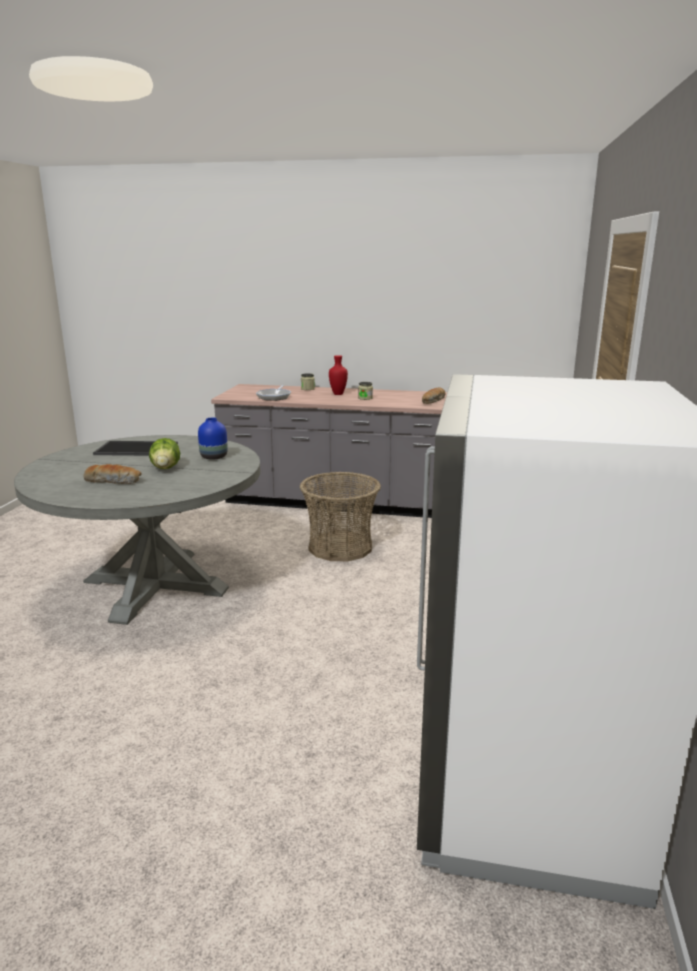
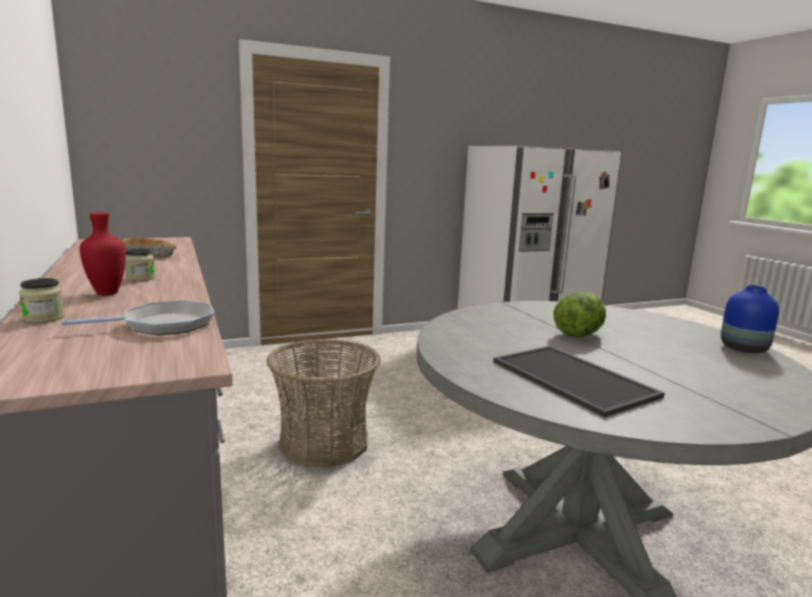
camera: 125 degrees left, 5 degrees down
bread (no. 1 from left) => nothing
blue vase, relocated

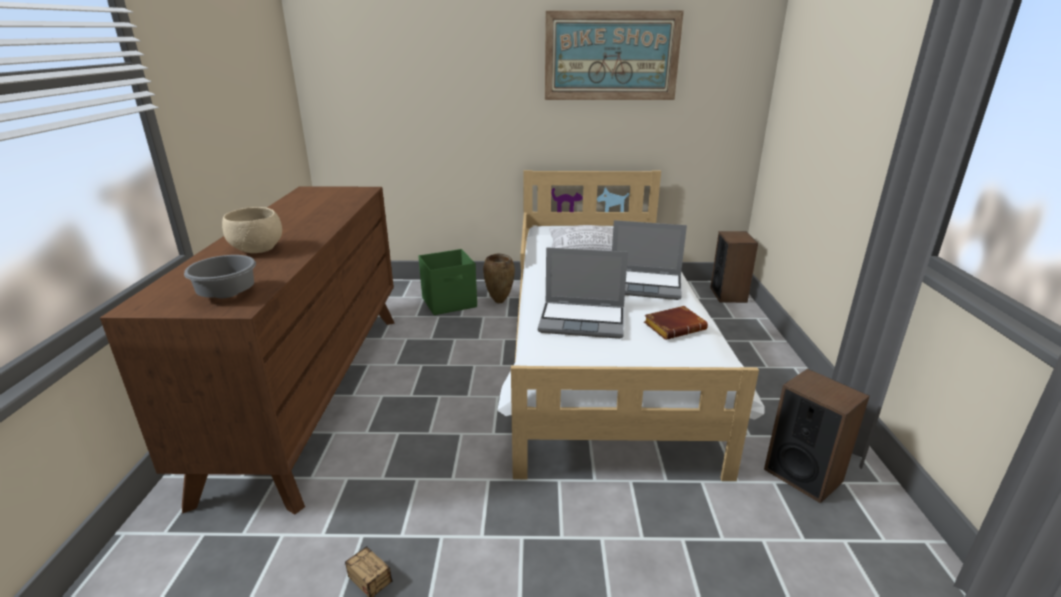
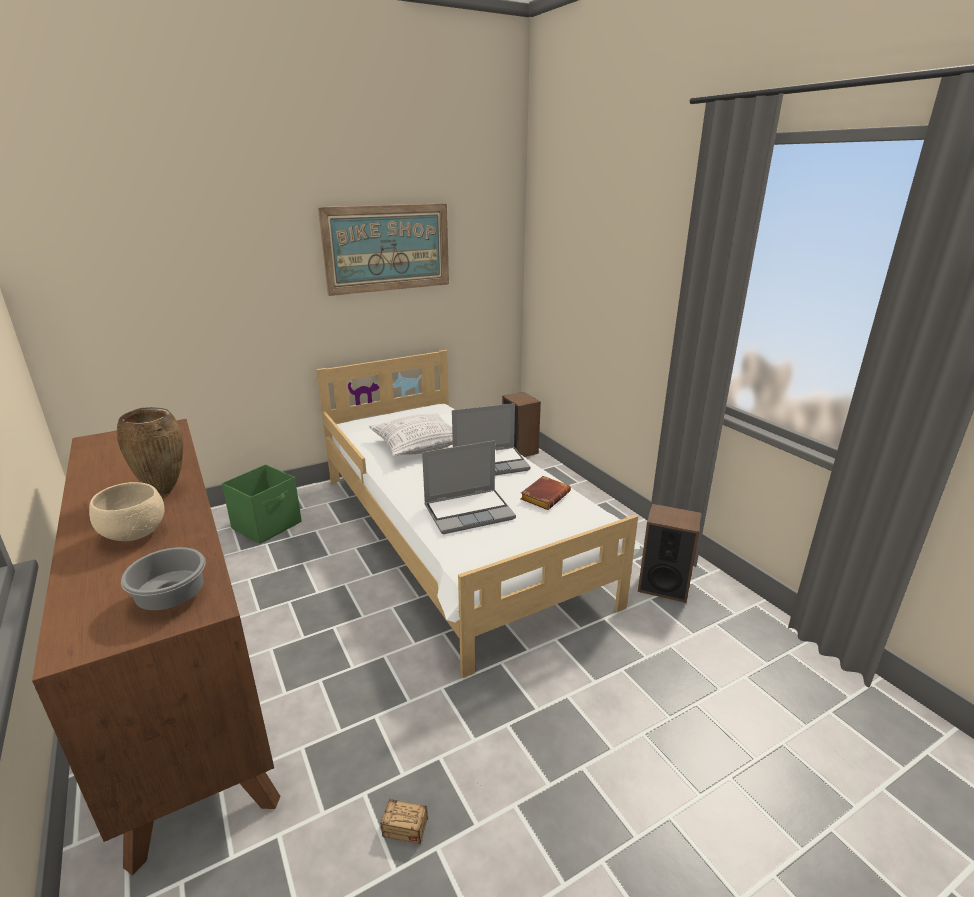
camera: 30 degrees left, 0 degrees up
brown vase, relocated

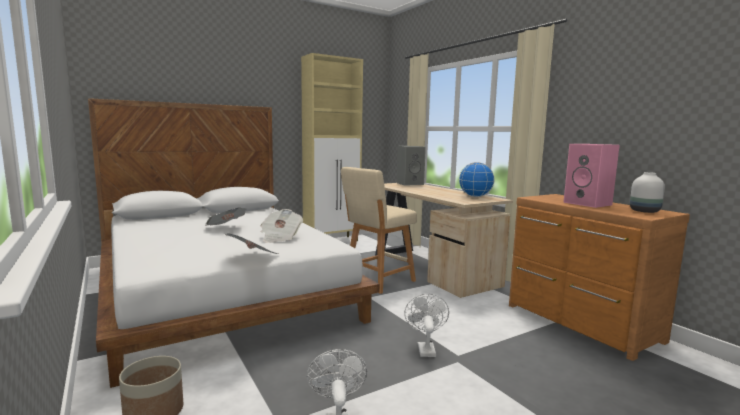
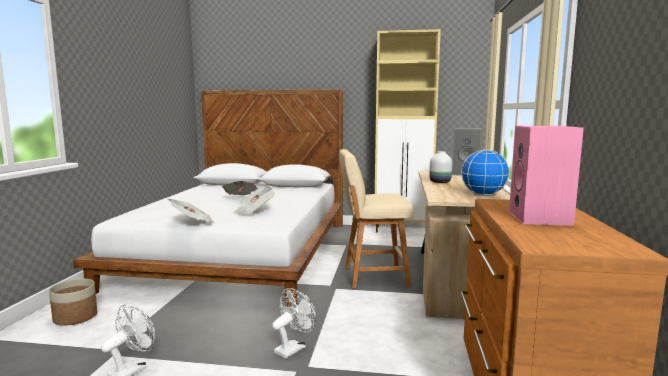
camera: 40 degrees right, 0 degrees up
whitish vase, relocated

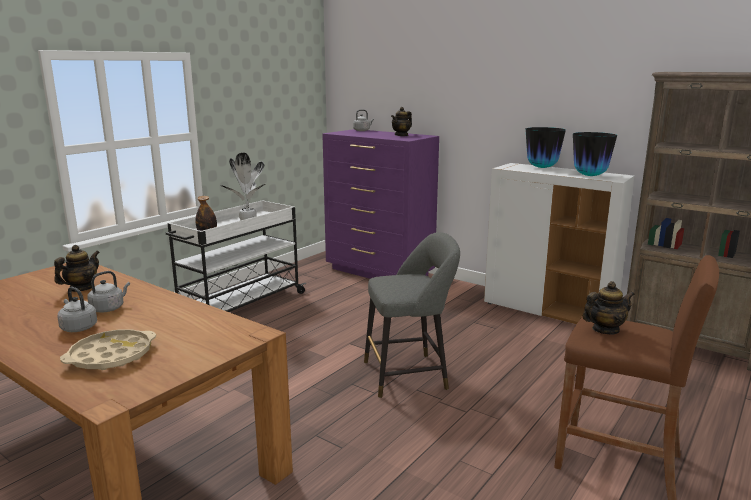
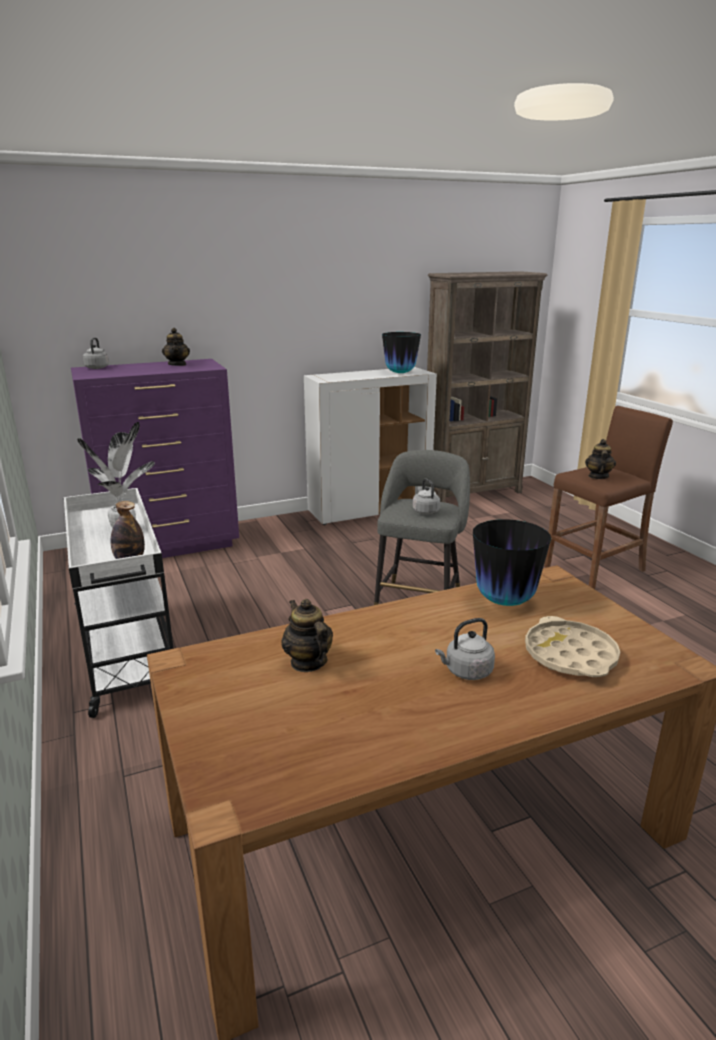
camera: 60 degrees left, 5 degrees up
grey kettle (no. 2 from left), relocated
vase (no. 1 from left in the first image) => vase (no. 2 from left), relocated

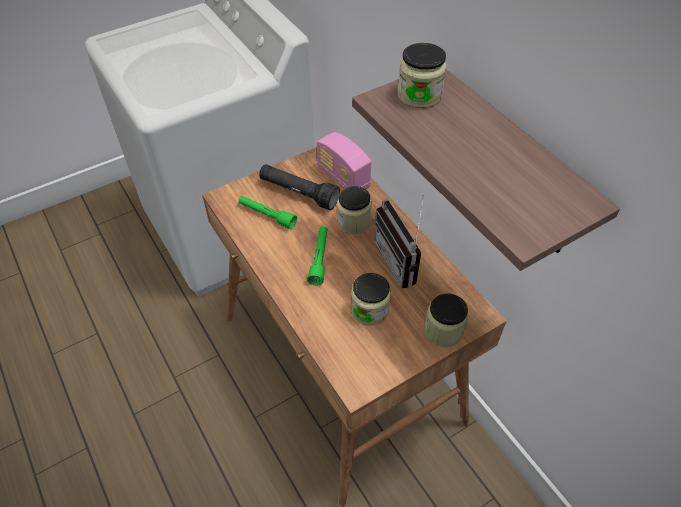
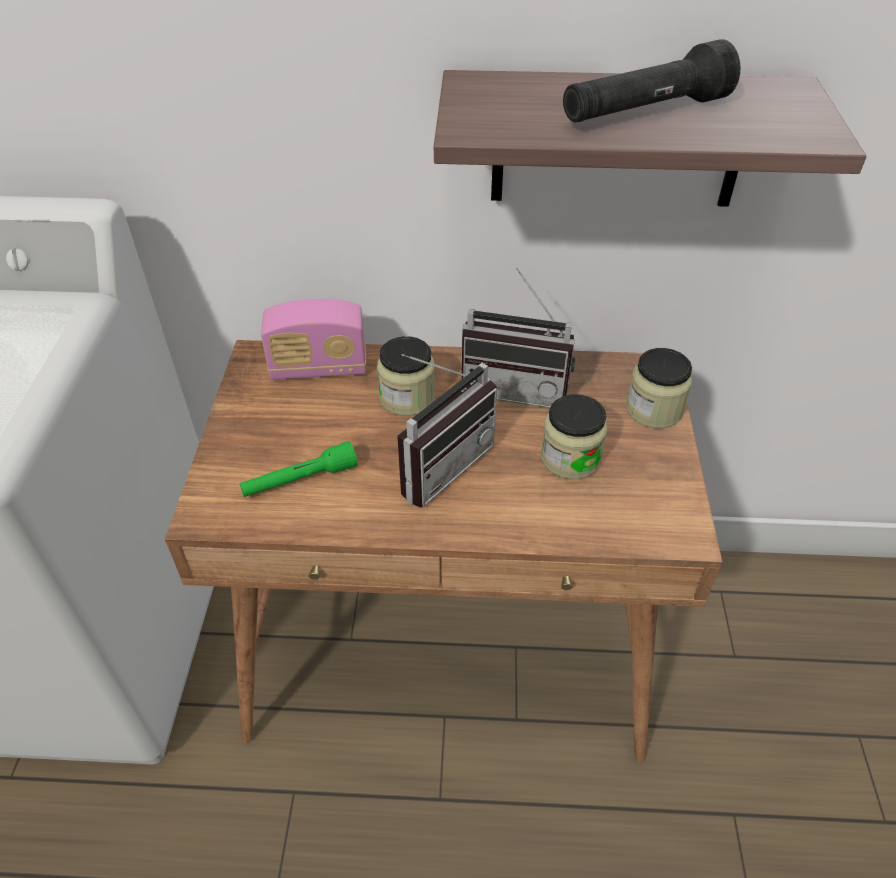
camera: 55 degrees left, 5 degrees down
storage jar (no. 3 from left) => nothing
black-coloured flashlight, relocated
greenish flashlight (no. 2 from left) => radio receiver (no. 2 from left)

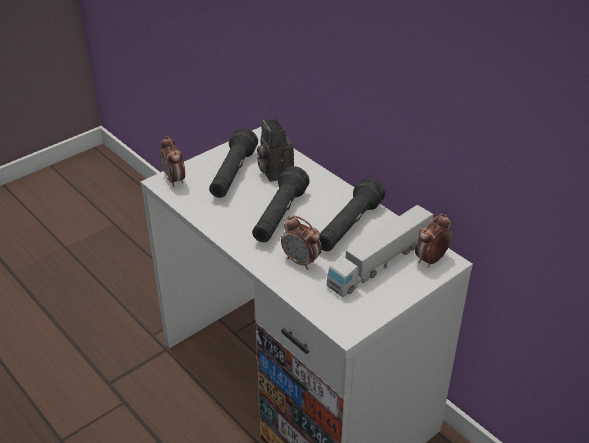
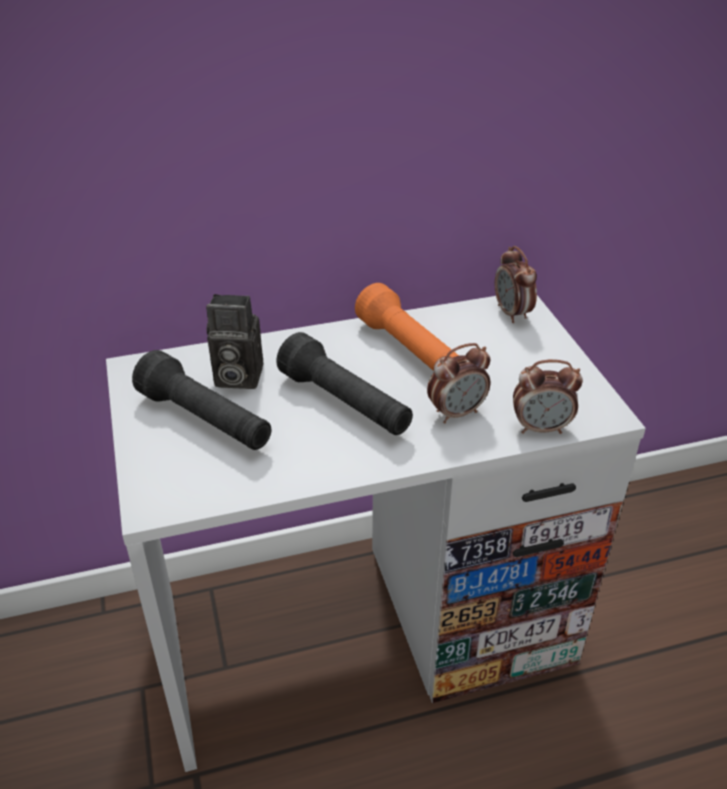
camera: 65 degrees left, 0 degrees up
toy truck => nothing
table clock (no. 1 from left in the first image) => table clock (no. 3 from left), relocated
black-coloured flashlight (no. 3 from left) => orangey flashlight

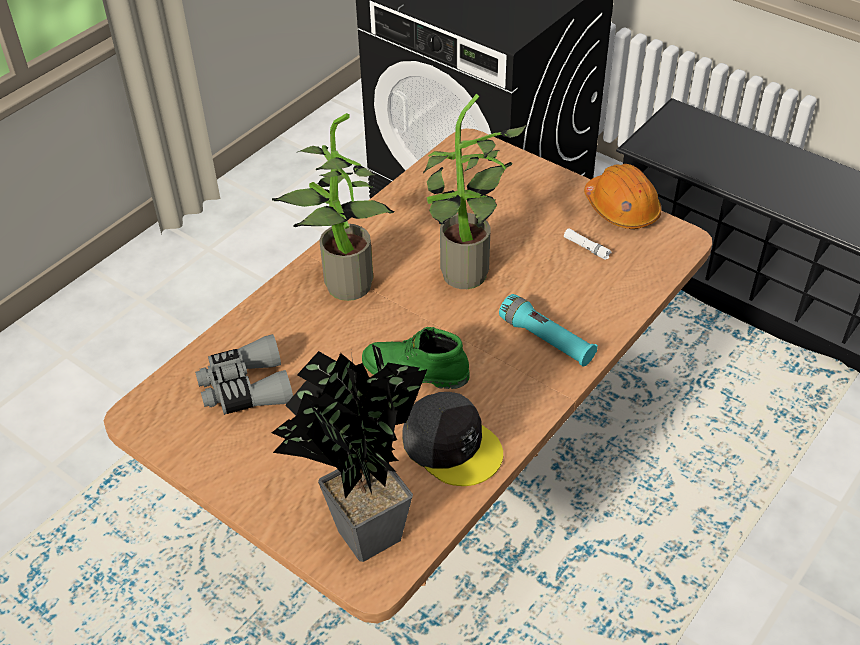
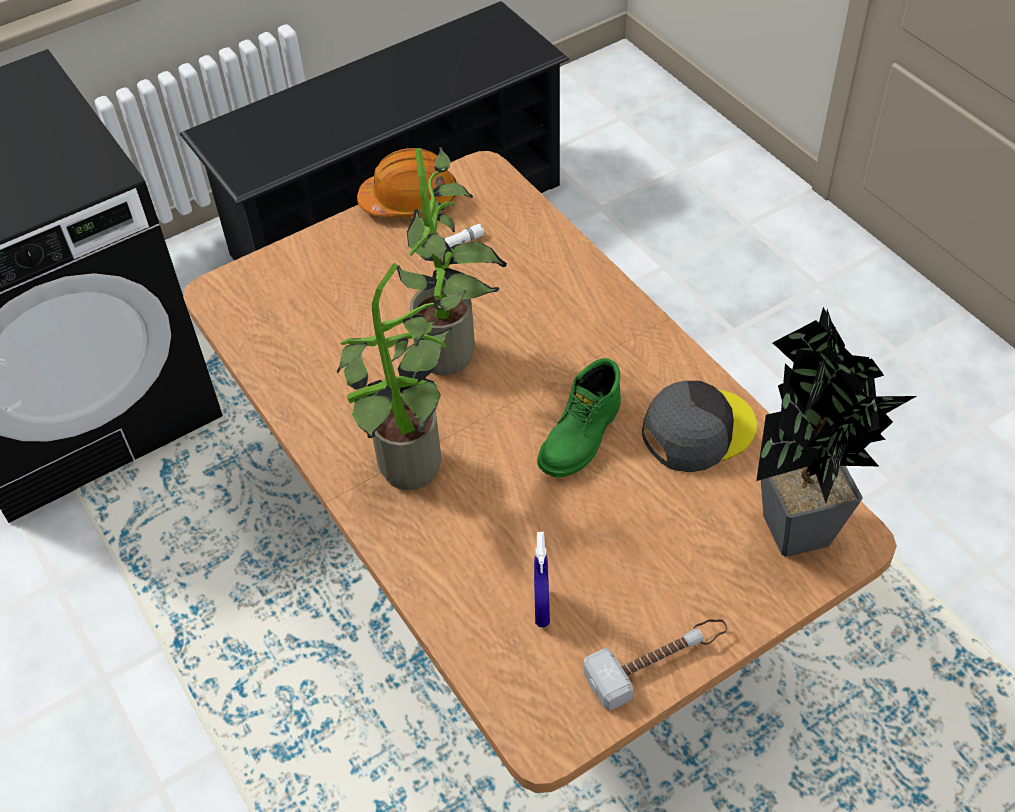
camera: 70 degrees left, 5 degrees up
blue-green flashlight => nothing
nothing => tool hammer
grey pair of binoculars => blue hand sprayer

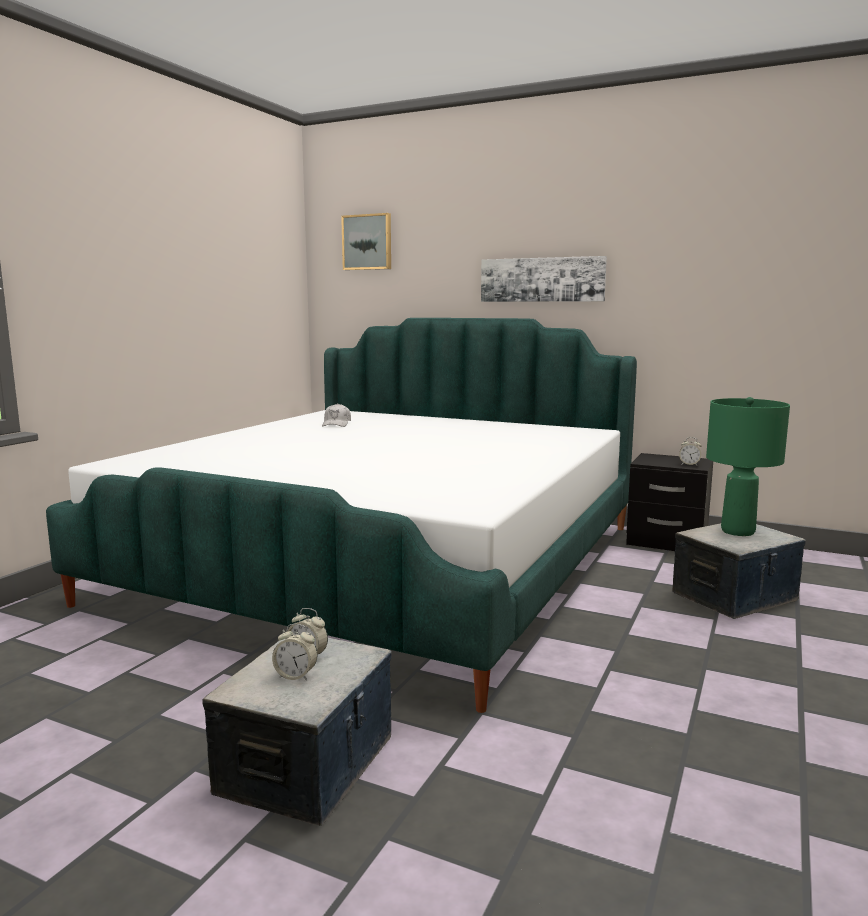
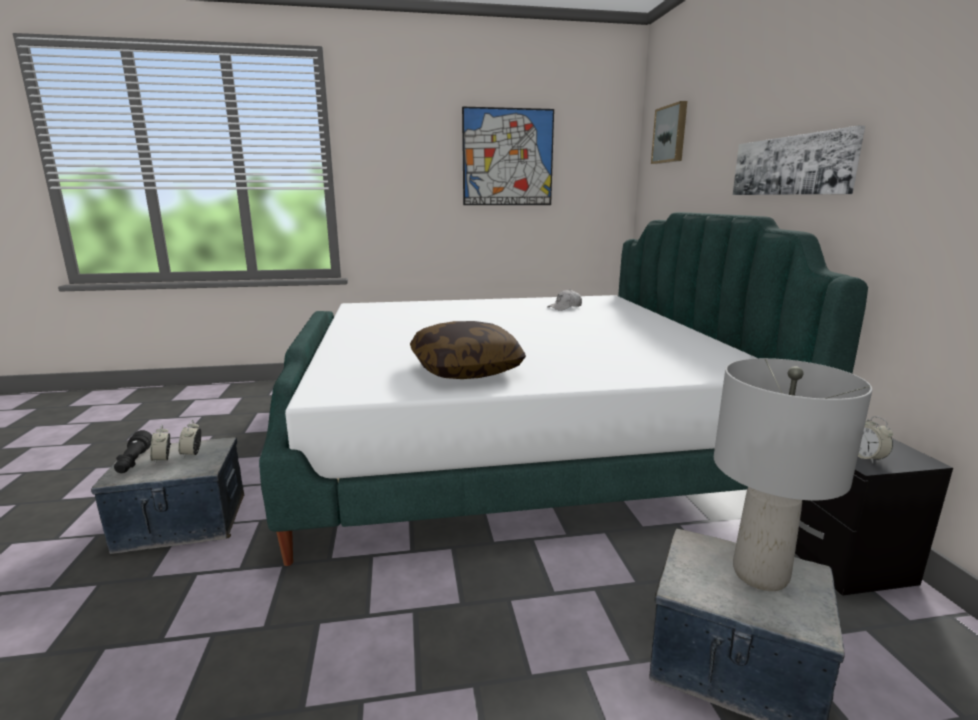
camera: 55 degrees right, 5 degrees up
nothing => black-coloured flashlight
nothing => throw pillow
nothing => wall art (no. 1 from left)
greenish table lamp => grey table lamp

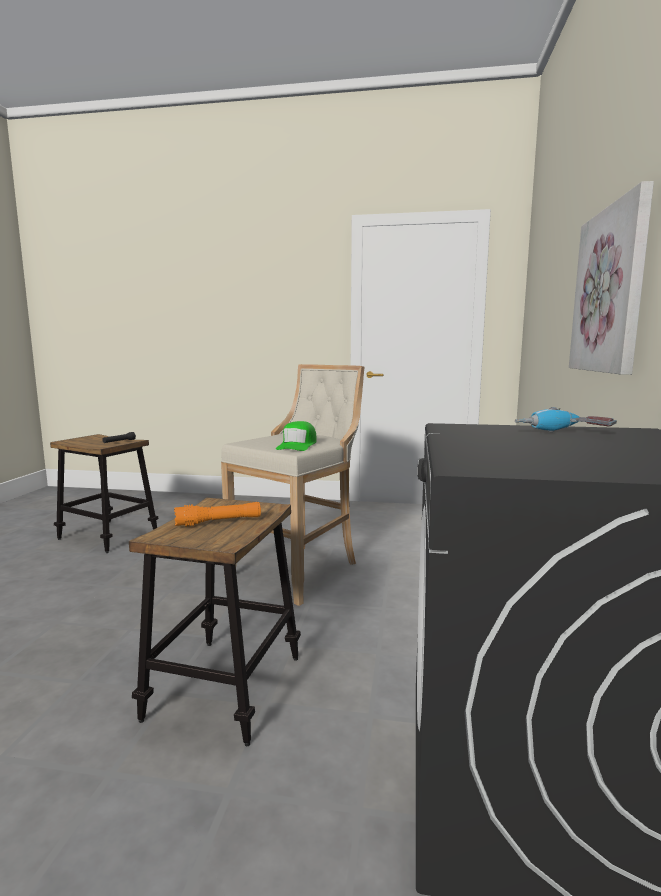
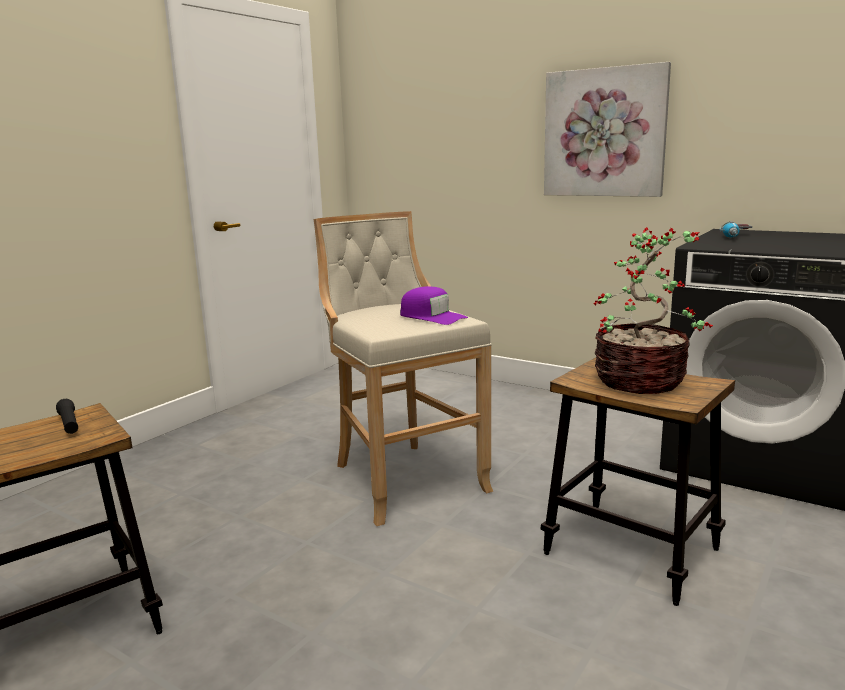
camera: 65 degrees left, 5 degrees up
orangey flashlight => potted plant
greenish cap => purple-coloured cap

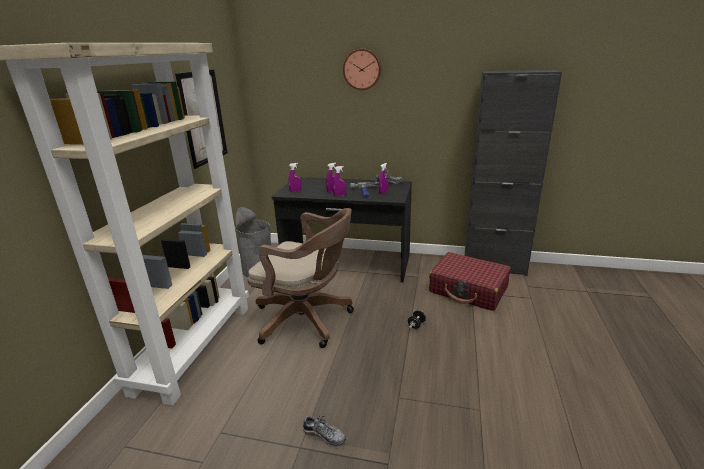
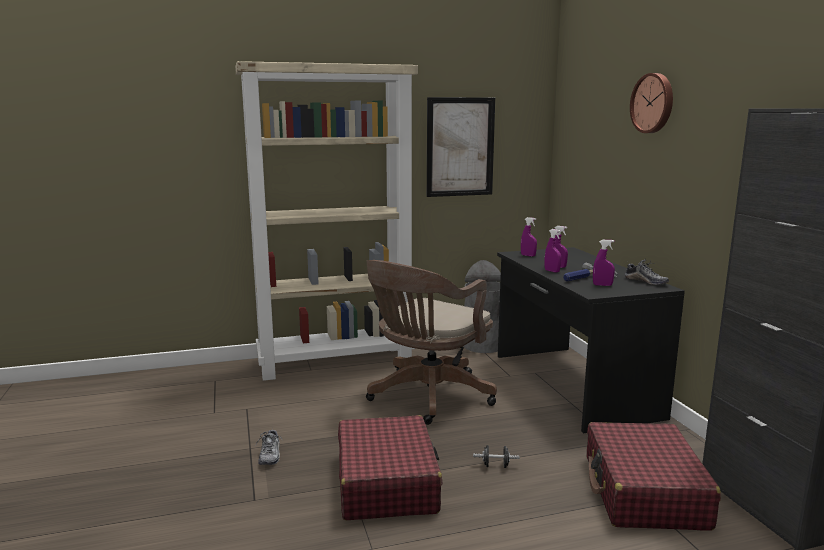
camera: 60 degrees right, 10 degrees down
nothing => red-coloured suitcase (no. 1 from left)
brown desk chair, 45 degrees clockwise

